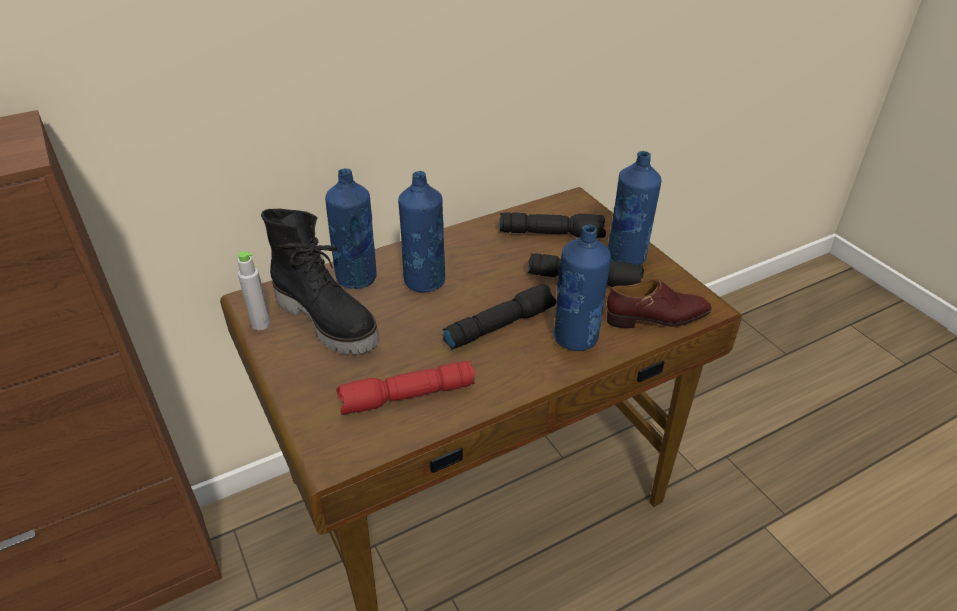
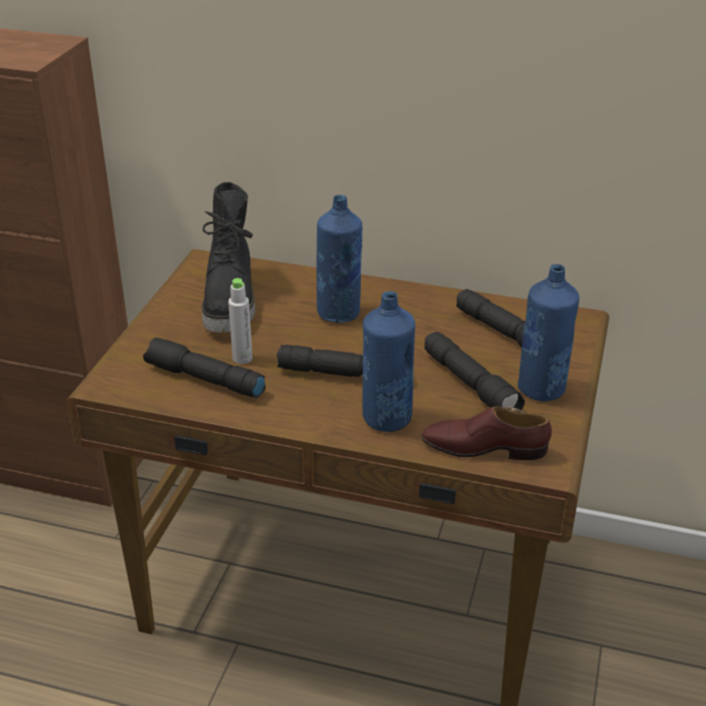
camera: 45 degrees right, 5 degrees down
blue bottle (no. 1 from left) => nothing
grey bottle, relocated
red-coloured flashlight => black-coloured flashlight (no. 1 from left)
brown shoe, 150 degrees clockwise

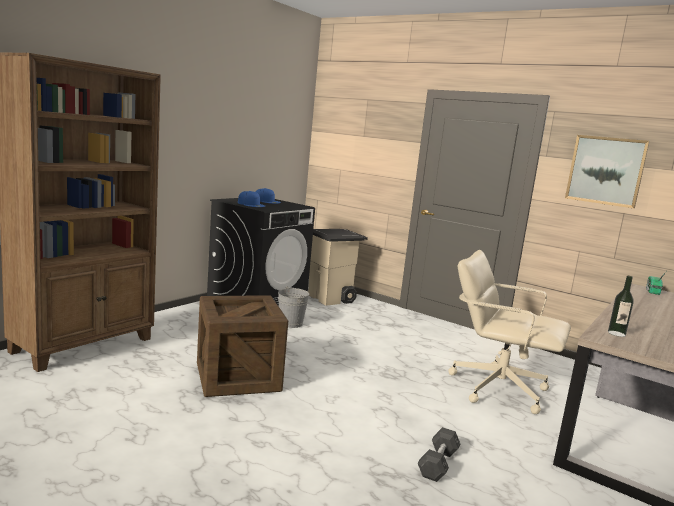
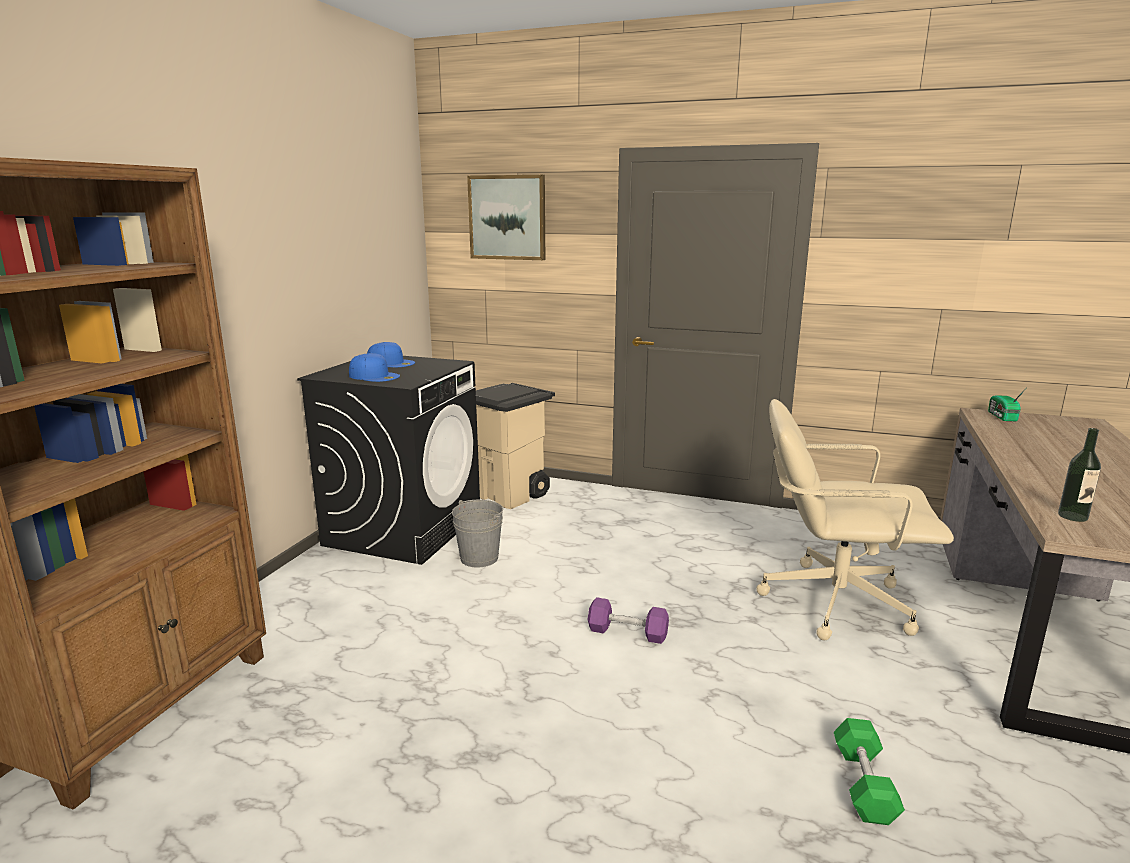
camera: 15 degrees left, 5 degrees up
shipping crate => nothing
nothing => purple-coloured free weight
wall art, relocated
grey free weight => greenish free weight

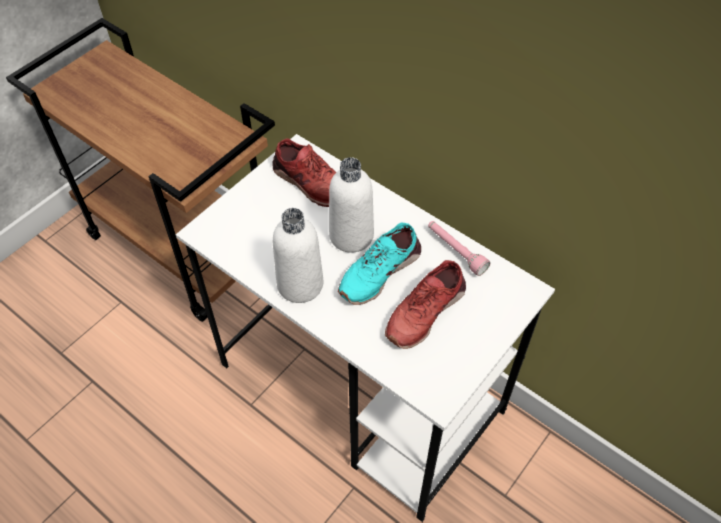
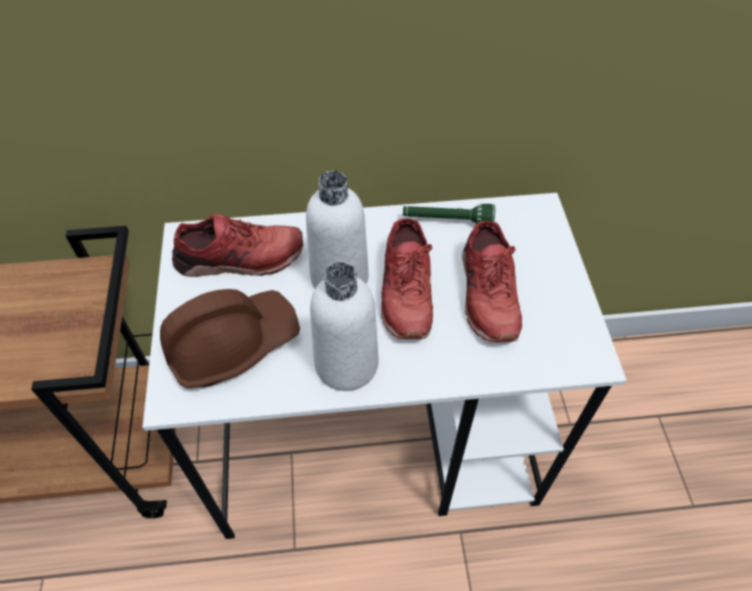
camera: 45 degrees left, 0 degrees up
nothing => brown work helmet
blue-green shoe => red-coloured shoe (no. 2 from left)
pink flashlight => greenish flashlight

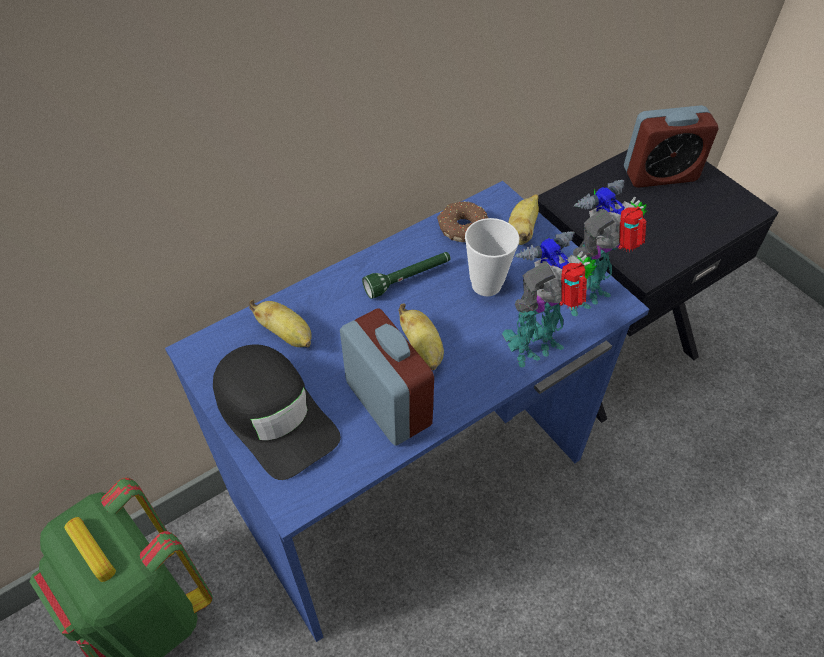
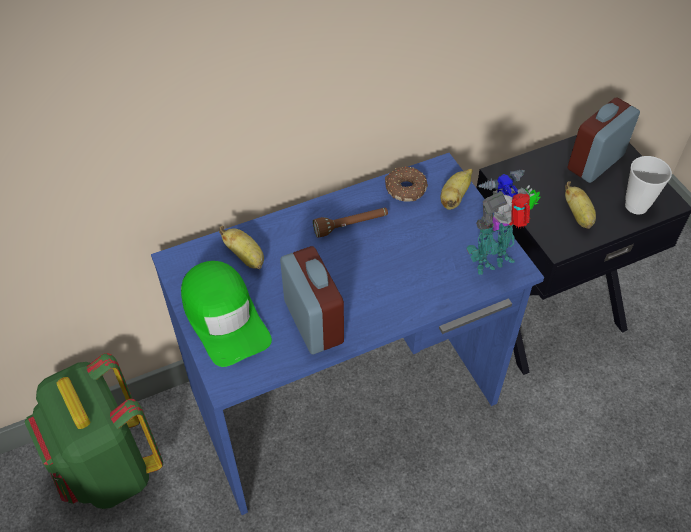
camera: 10 degrees right, 0 degrees up
robot figure (no. 1 from left) => nothing
banana fruit (no. 2 from left in the first image) => banana fruit (no. 3 from left), relocated
cup, relocated
black-coloured cap => greenish cap
greenish flashlight => brown flashlight
table clock (no. 2 from left), 135 degrees clockwise

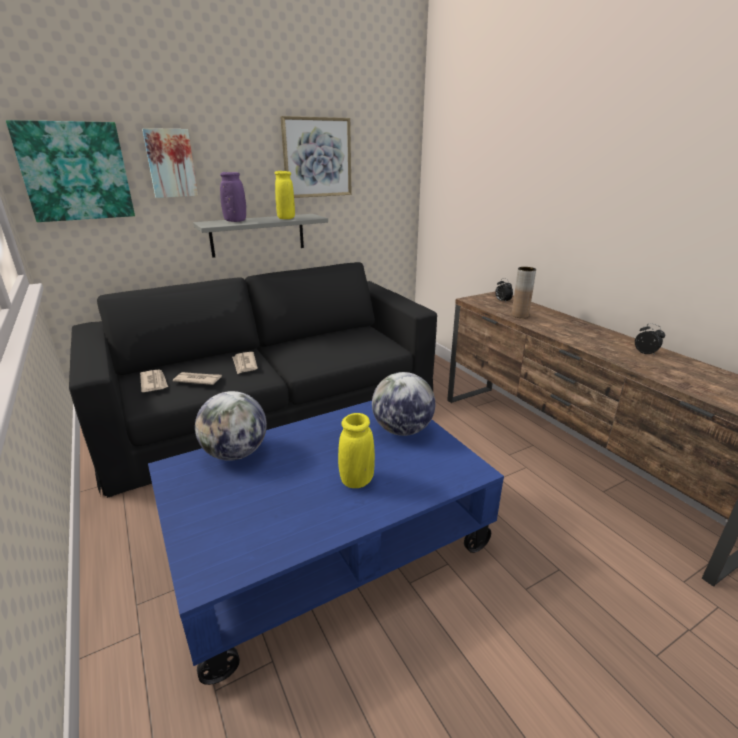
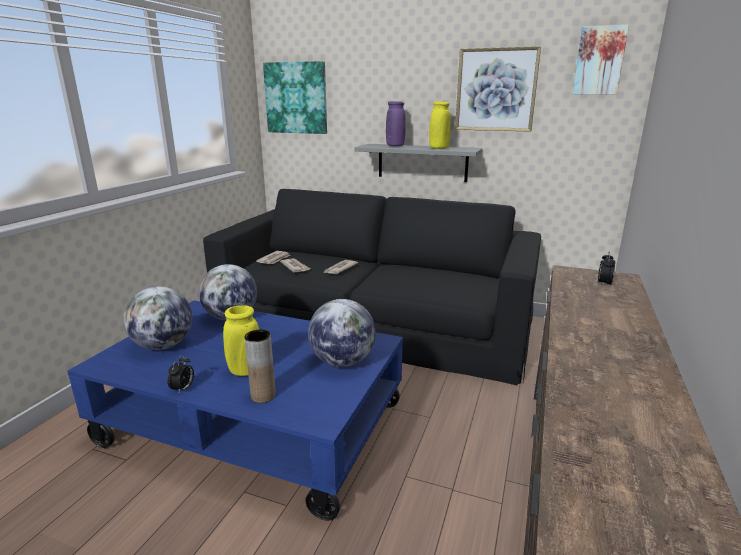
camera: 50 degrees right, 5 degrees down
nothing => desk globe (no. 1 from left)
wall art (no. 2 from left in the first image) => wall art (no. 3 from left), relocated
brown vase, relocated
table clock (no. 2 from left in the first image) => table clock (no. 1 from left), relocated

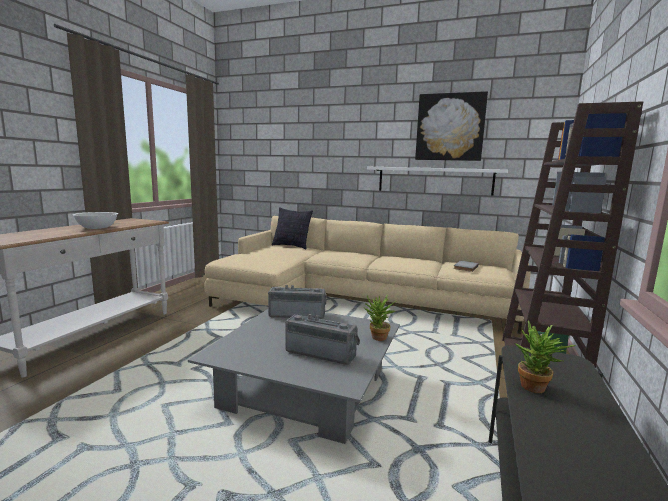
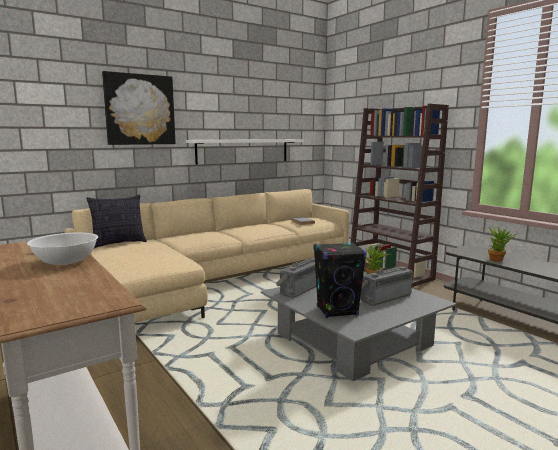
camera: 55 degrees left, 0 degrees up
nothing => black-coloured speaker
wall art, relocated

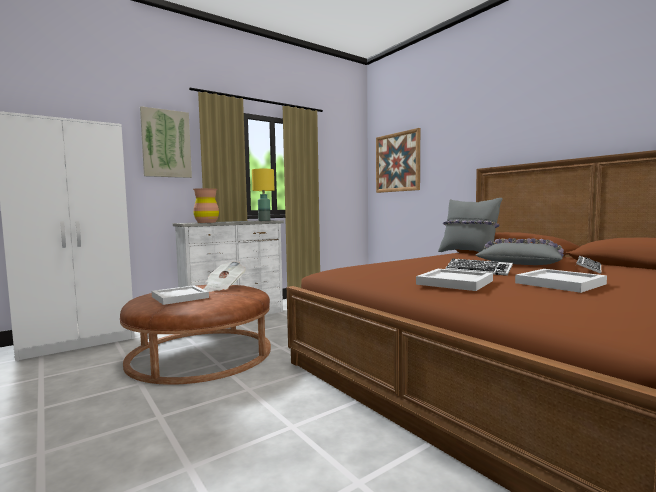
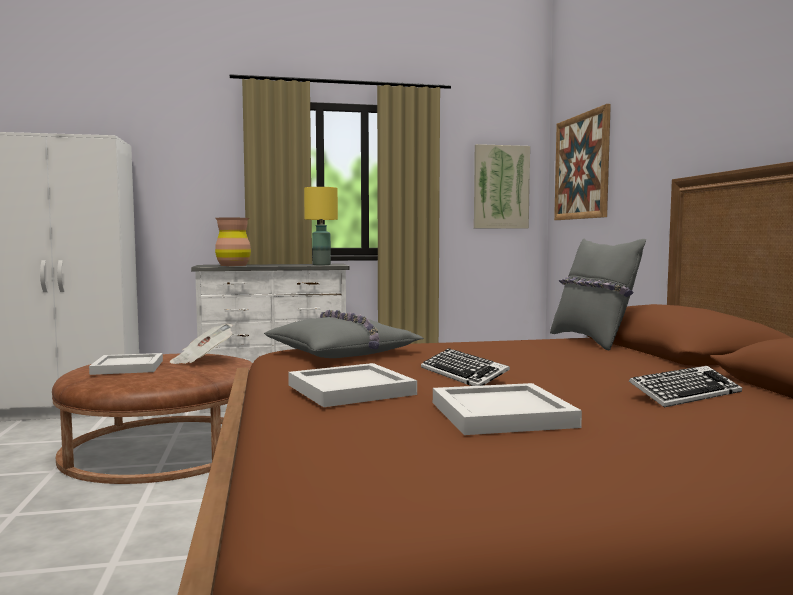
camera: 25 degrees right, 0 degrees up
wall art (no. 1 from left), relocated
grey throw pillow (no. 2 from left in the first image) => grey throw pillow (no. 1 from left), relocated

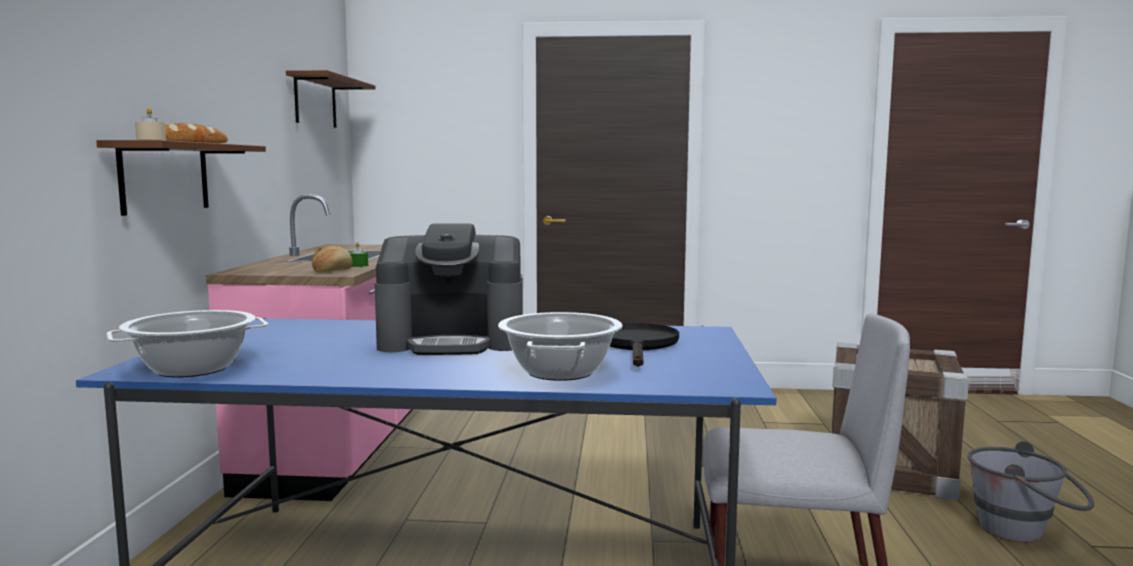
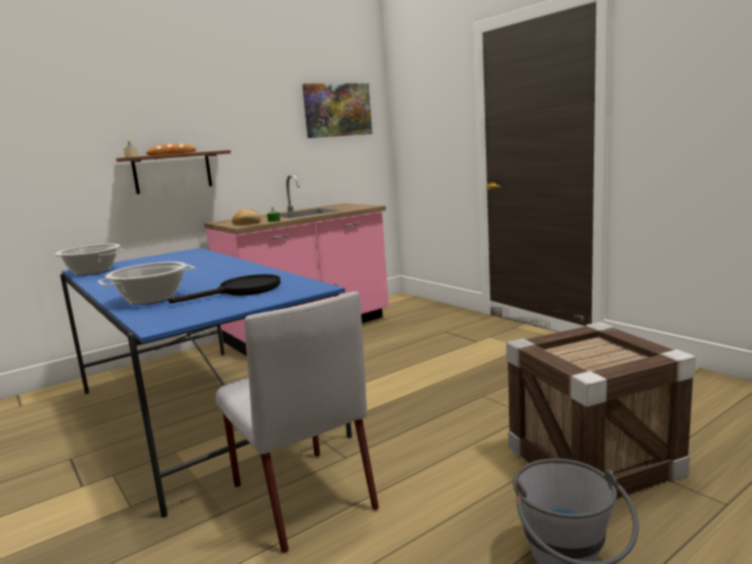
camera: 50 degrees right, 5 degrees up
coffee machine => nothing
brown shelf (no. 2 from left) => wall art

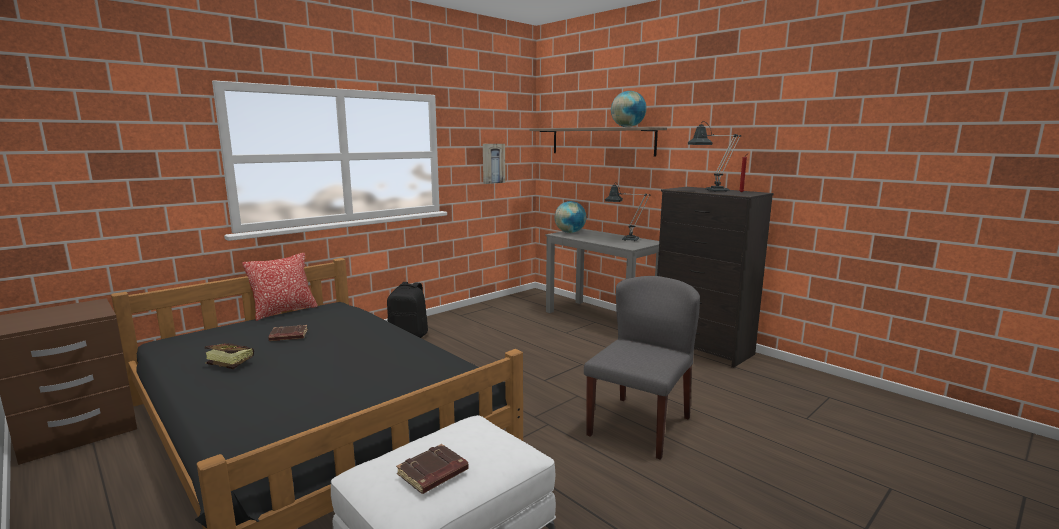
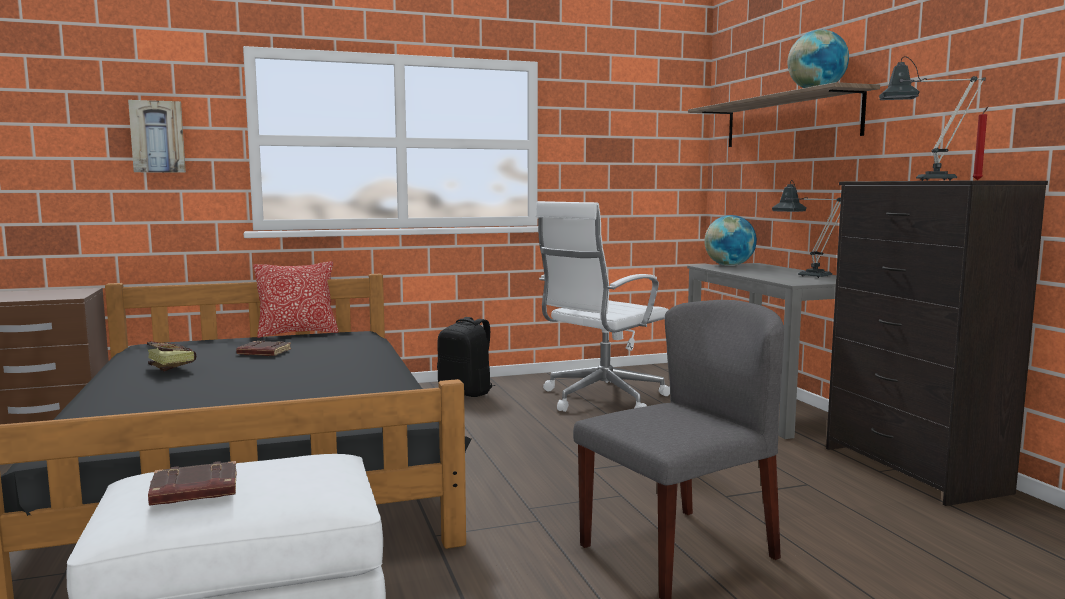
camera: 25 degrees right, 5 degrees down
nothing => whitish desk chair
wall art, relocated

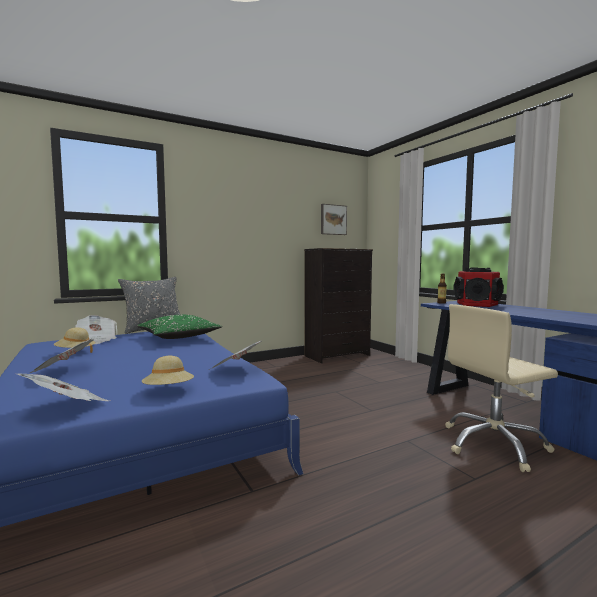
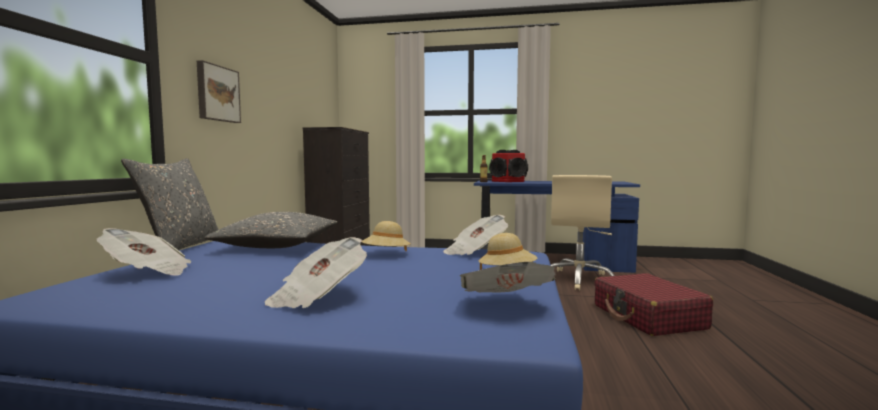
camera: 50 degrees left, 0 degrees up
nothing => red-coloured suitcase
sand-coloured hat (no. 1 from left), relocated
wall art, relocated
greenish throw pillow => grey throw pillow (no. 2 from left)

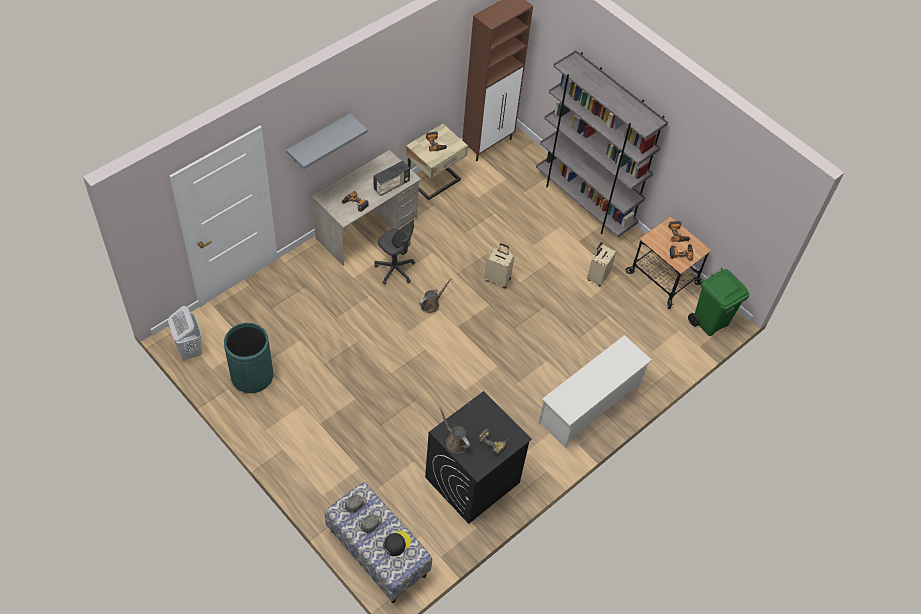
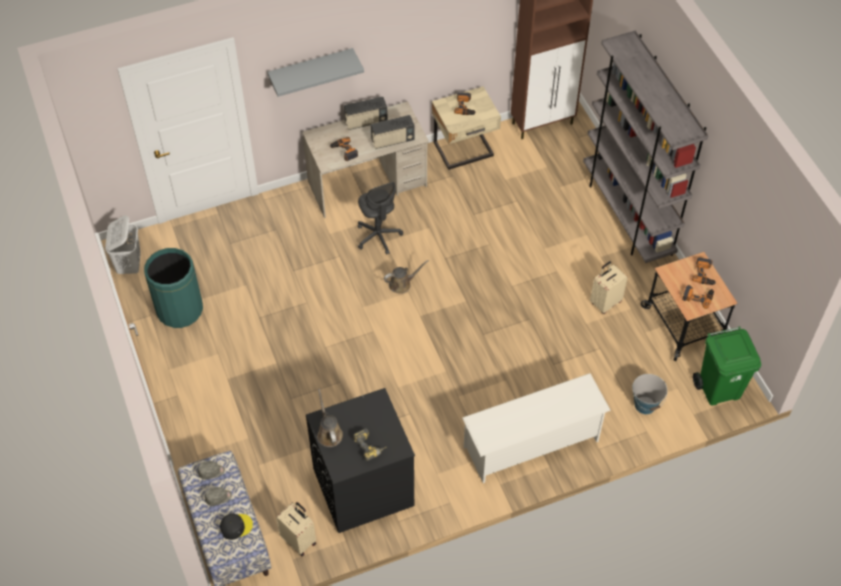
camera: 25 degrees right, 0 degrees up
nothing => radio receiver (no. 1 from left)
nothing => water bucket
sand-coloured suitcase (no. 1 from left), relocated

